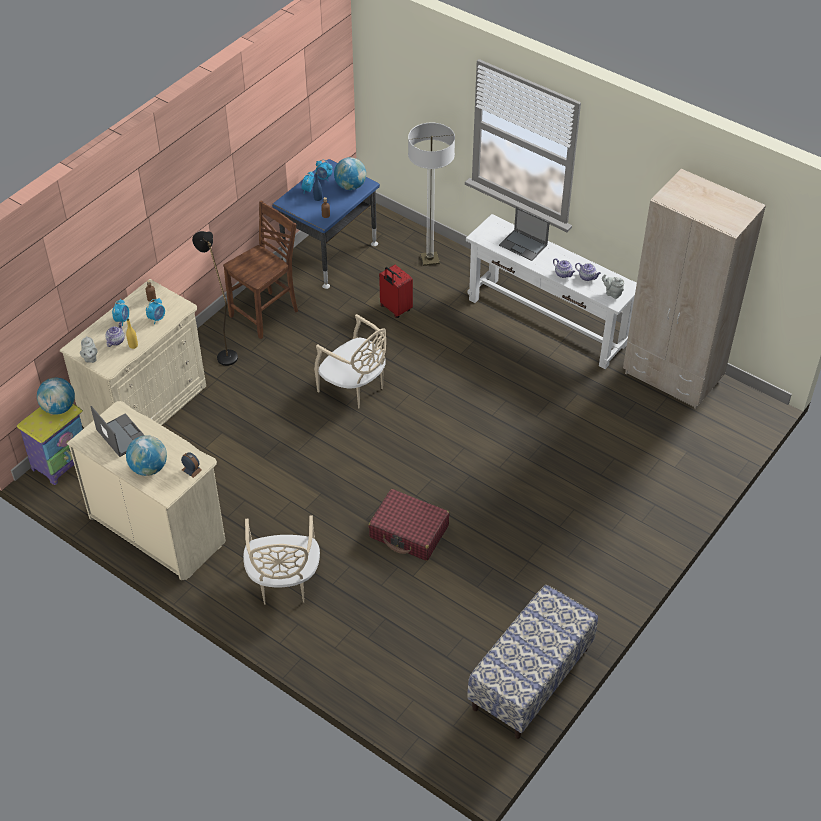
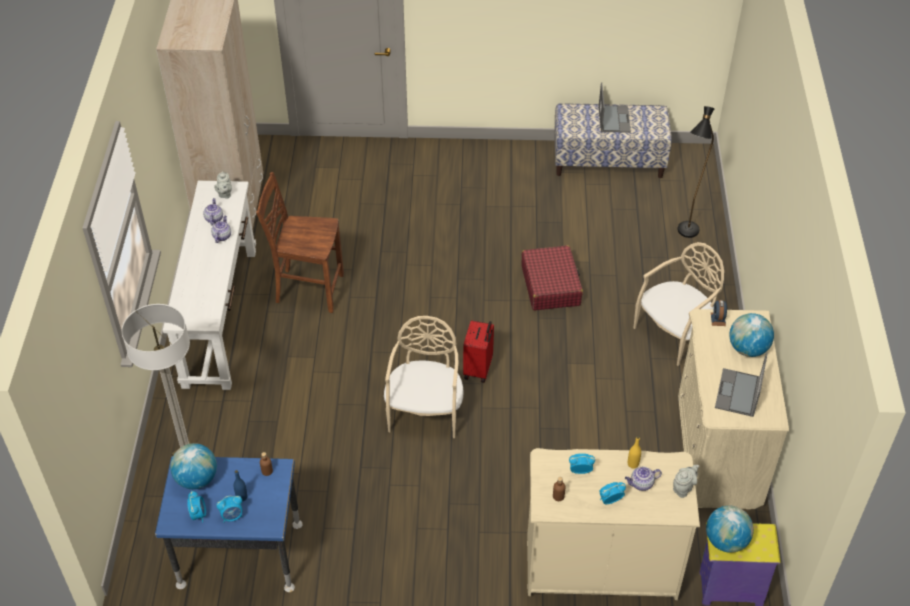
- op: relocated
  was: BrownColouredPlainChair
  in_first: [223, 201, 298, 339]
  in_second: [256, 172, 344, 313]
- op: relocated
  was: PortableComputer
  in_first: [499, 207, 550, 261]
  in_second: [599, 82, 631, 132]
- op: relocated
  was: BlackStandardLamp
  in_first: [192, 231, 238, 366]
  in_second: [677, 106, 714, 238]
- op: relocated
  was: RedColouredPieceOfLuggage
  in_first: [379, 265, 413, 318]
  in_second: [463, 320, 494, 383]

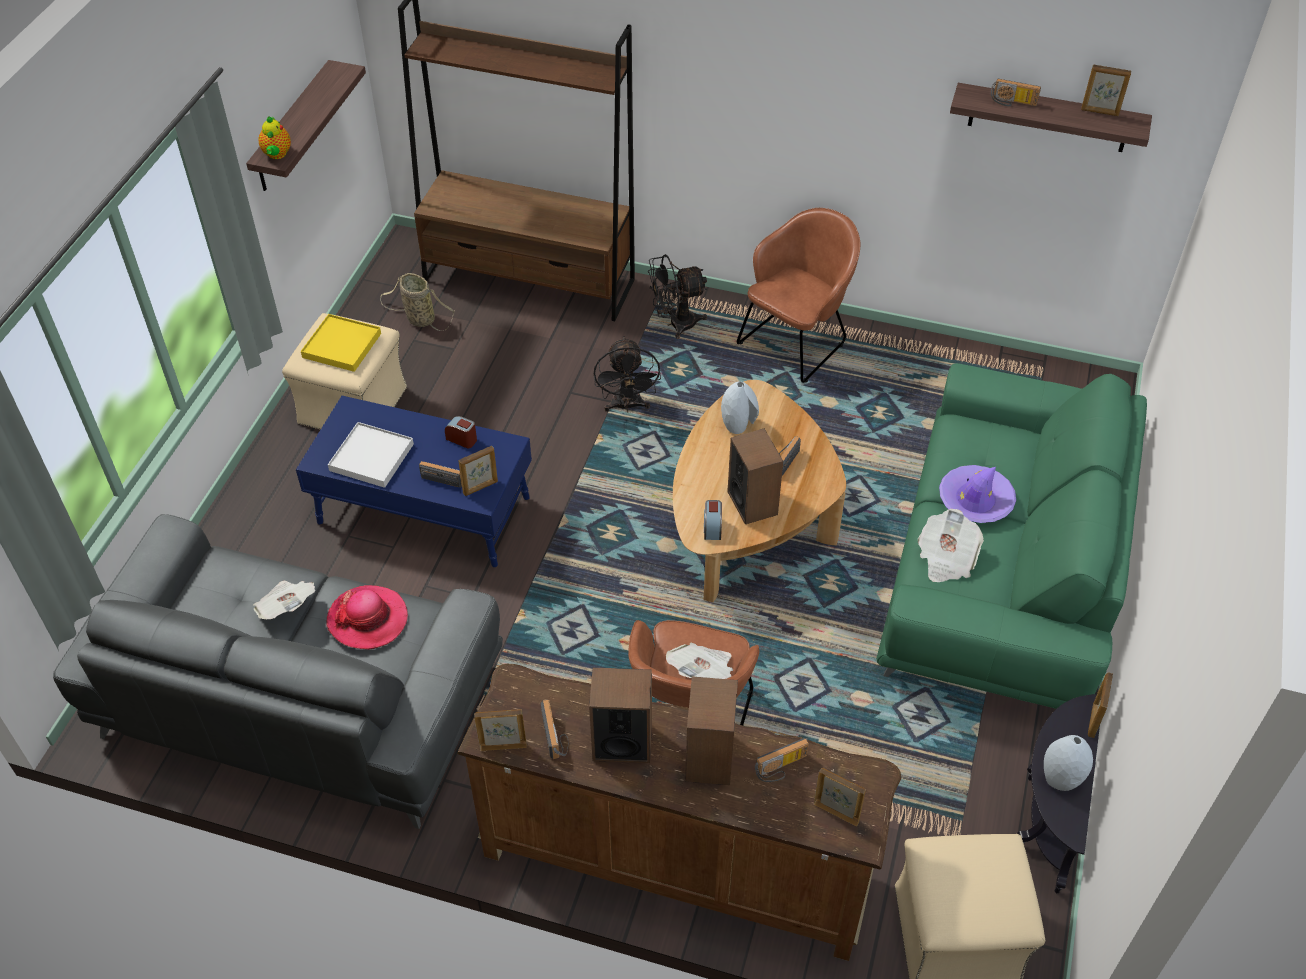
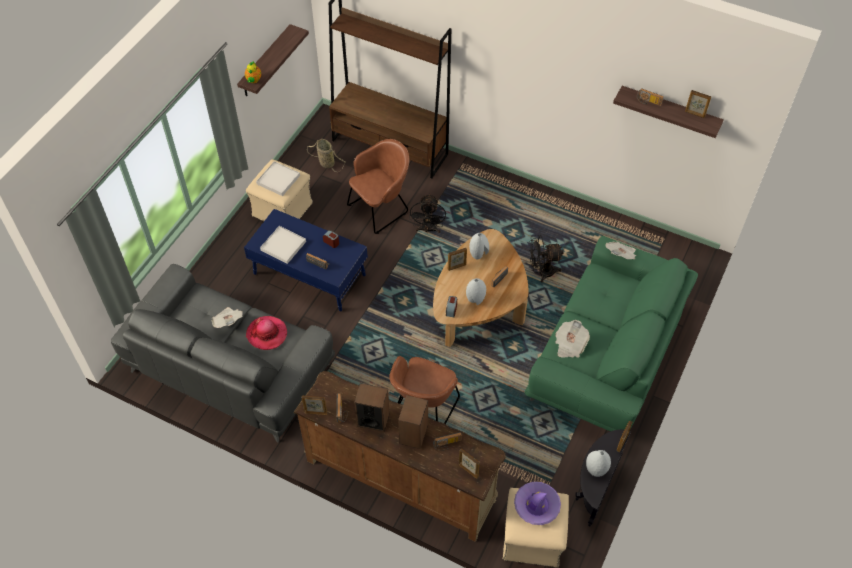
- op: relocated
  was: BrownColouredLoungeChair
  in_first: [737, 208, 861, 383]
  in_second: [347, 139, 410, 234]
- op: relocated
  was: BlackCoolingFan
  in_first: [648, 254, 707, 339]
  in_second: [529, 235, 564, 282]
- op: colour
  was: YellowishCarryingTray
  now: WhiteCarryingTray
  in_first: [301, 314, 381, 372]
  in_second: [256, 161, 300, 196]
- op: exchanged
  was: AudioSpeaker
  now: GreyishDecorativeVase
  in_first: [727, 429, 783, 524]
  in_second: [466, 278, 486, 305]
- op: relocated
  was: StandingFrame
  in_first: [458, 446, 498, 496]
  in_second: [448, 248, 467, 271]
- op: relocated
  was: PurplishWearableHat
  in_first: [939, 465, 1016, 523]
  in_second: [514, 482, 561, 525]
- op: relocated
  was: Newspaper
  in_first: [666, 643, 733, 679]
  in_second: [606, 241, 636, 259]

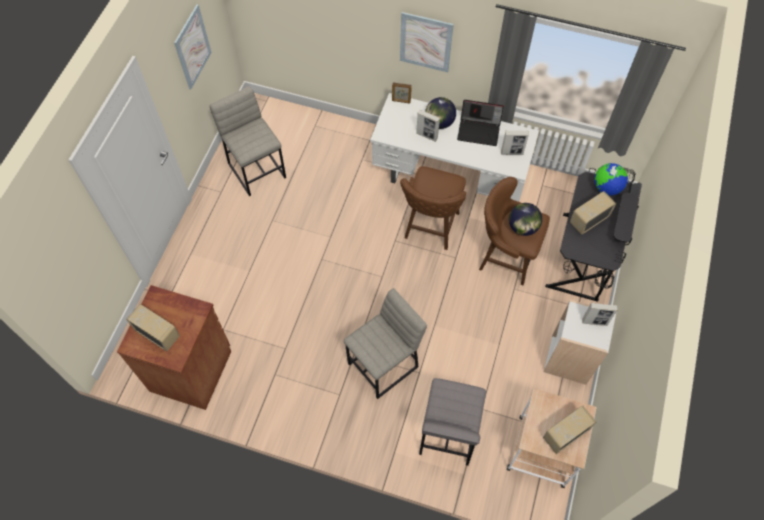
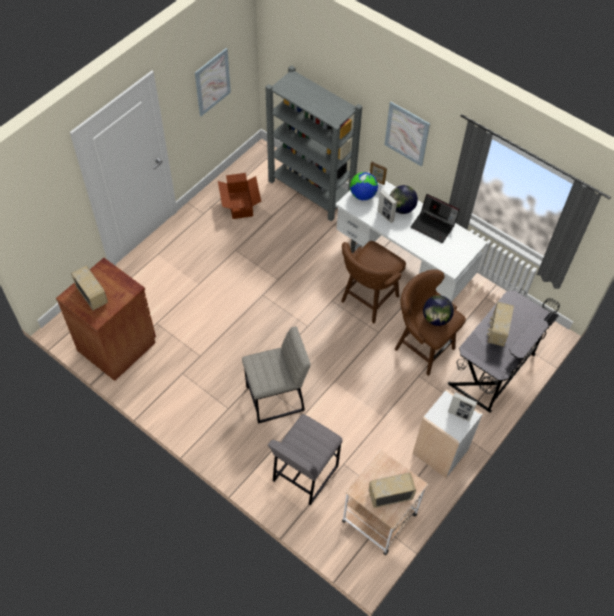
- op: exchanged
  was: GreyishPlainChair
  now: CardboardBox
  in_first: [209, 86, 286, 196]
  in_second: [218, 173, 261, 219]
- op: missing
  was: StandingFrame
  in_first: [501, 131, 529, 155]
- op: relocated
  was: DeskGlobe
  in_first: [594, 163, 628, 196]
  in_second: [350, 172, 378, 200]
- op: spun
  was: RadioReceiver
  in_first: [570, 191, 616, 235]
  in_second: [487, 302, 514, 347]
  clockwise: -60
- op: appeared
  now: GreyishShelvingUnit
  in_second: [265, 65, 362, 221]

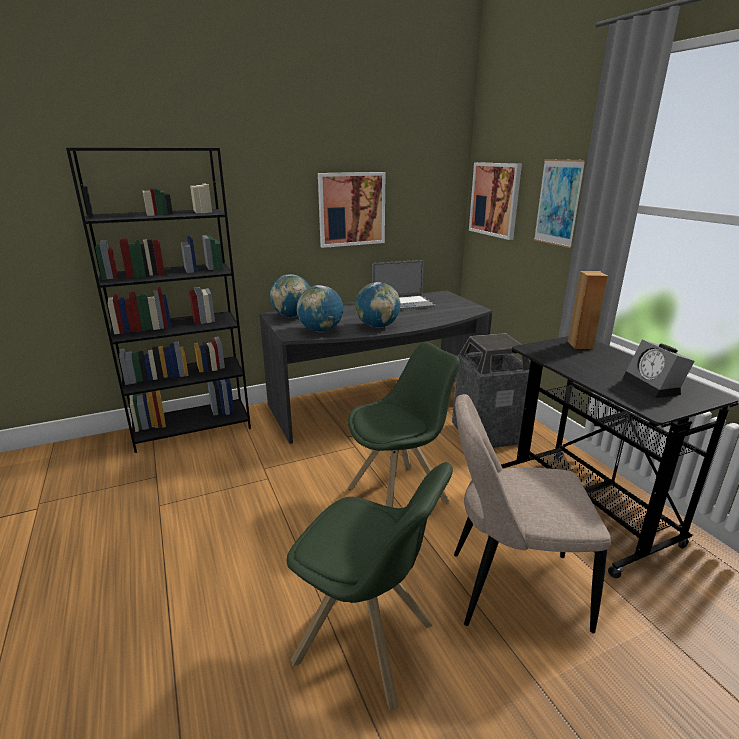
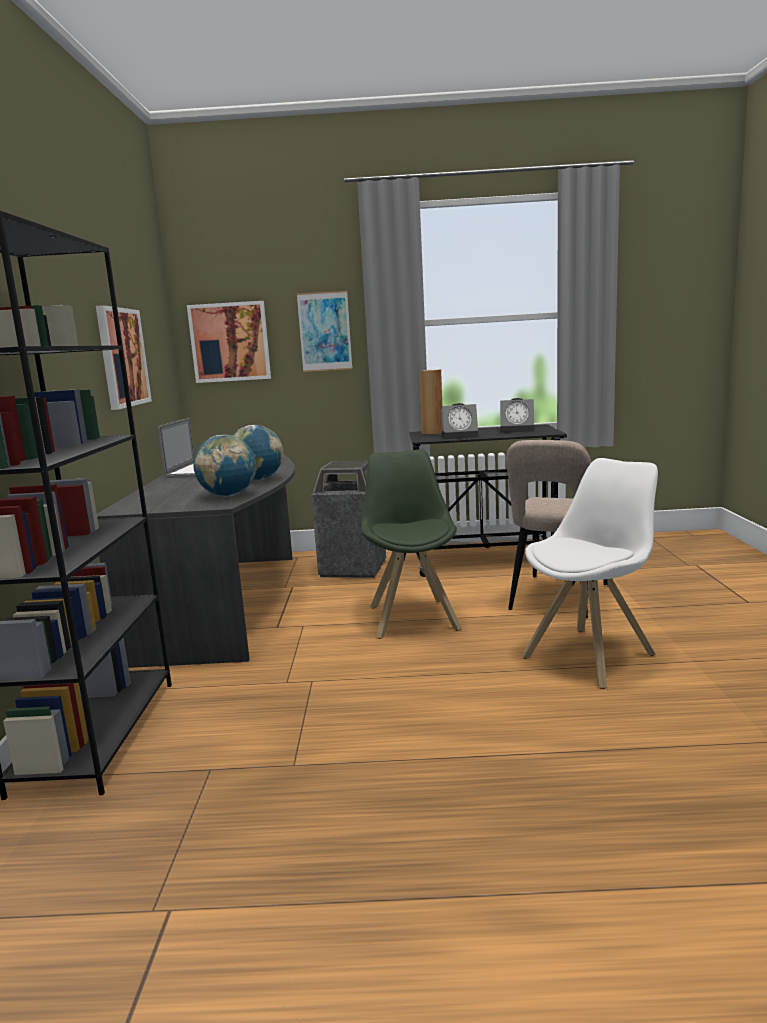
- op: missing
  was: DeskGlobe
  in_first: [270, 274, 310, 318]
- op: colour
  was: GreenColouredPlainChair
  now: WhitePlainChair
  in_first: [287, 462, 453, 711]
  in_second: [522, 458, 658, 689]
- op: appeared
  now: AlarmClock
  in_second: [441, 403, 478, 439]

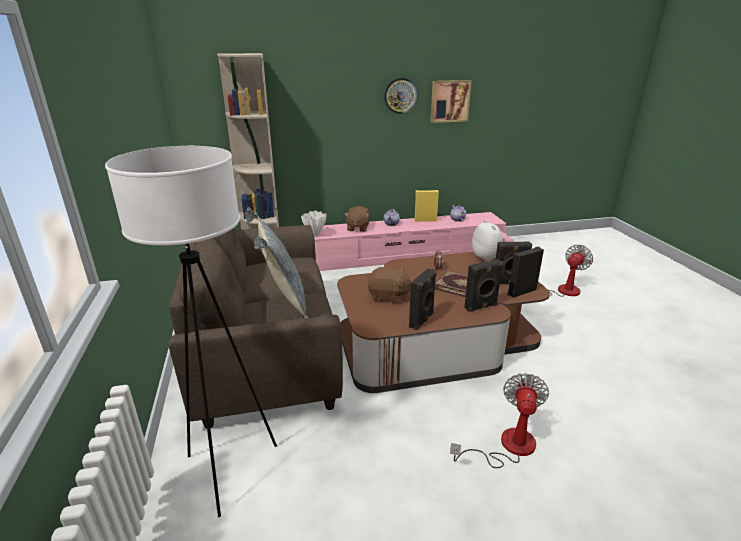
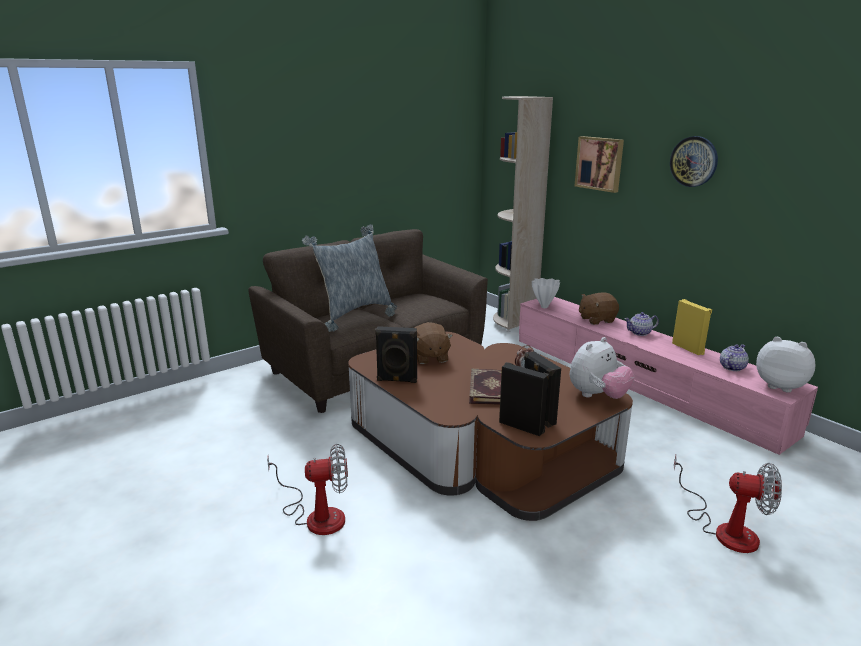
- op: relocated
  was: WallPicture
  in_first: [430, 80, 472, 123]
  in_second: [575, 136, 624, 193]
- op: missing
  was: WhiteStandardLamp
  in_first: [105, 146, 277, 517]
- op: missing
  was: BlackAudioSpeaker
  in_first: [464, 259, 503, 312]
- op: appeared
  now: SoftToy
  in_second: [756, 337, 816, 393]

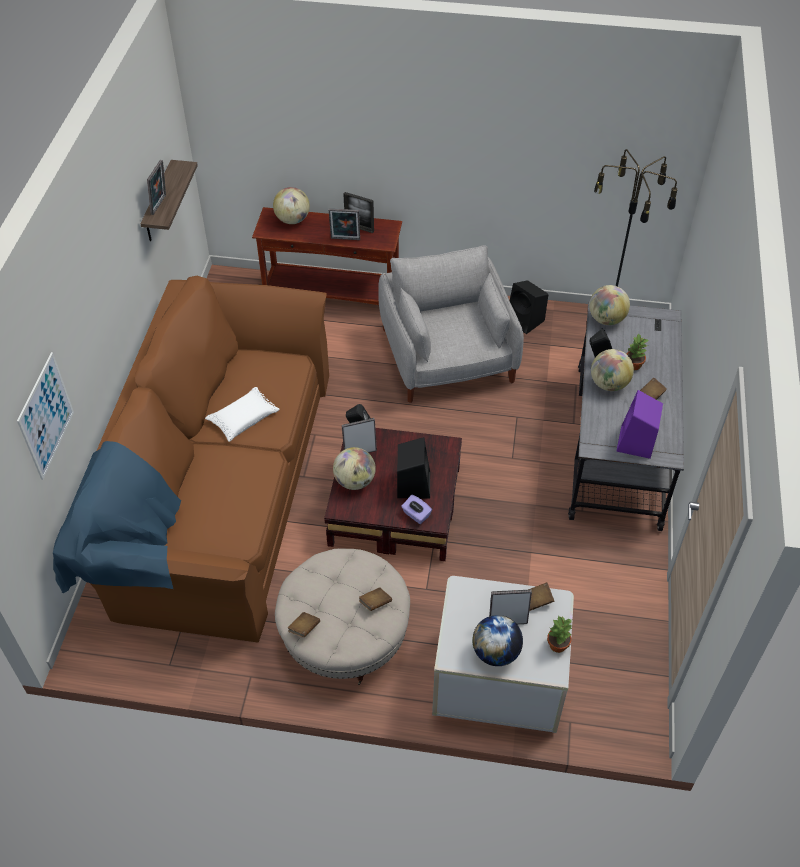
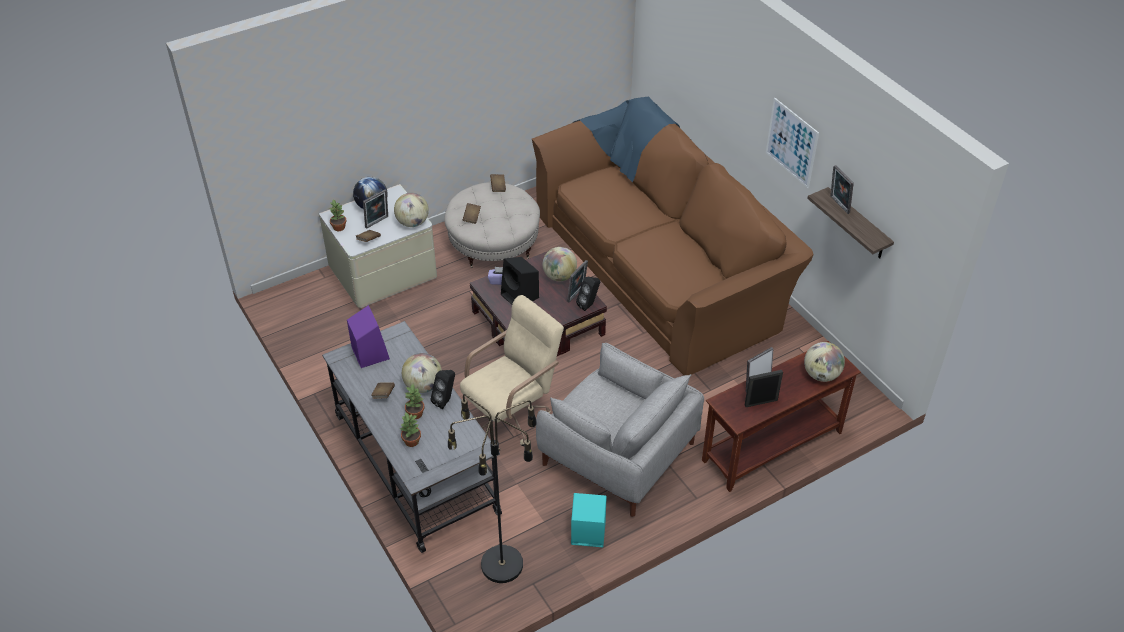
- op: colour
  was: BlackAudioSpeaker
  now: BlueGreenAudioSpeaker
  in_first: [510, 280, 548, 334]
  in_second: [571, 493, 607, 547]
- op: relocated
  was: DeskGlobe
  in_first: [589, 285, 630, 325]
  in_second: [394, 193, 429, 227]
- op: relocated
  was: WallPicture
  in_first: [17, 352, 74, 480]
  in_second: [766, 98, 819, 188]
- op: missing
  was: WhiteCushion
  in_first: [205, 387, 280, 442]
- op: appeared
  now: SandColouredOfficeChair
  in_second: [460, 295, 564, 446]
- op: appeared
  now: Houseplant
  in_second: [399, 412, 421, 447]

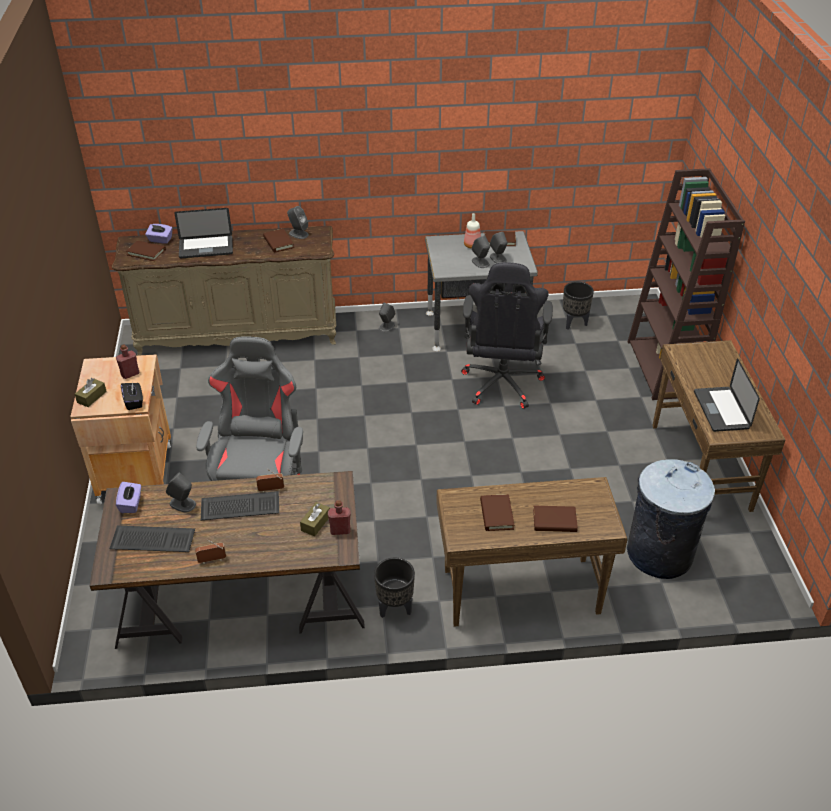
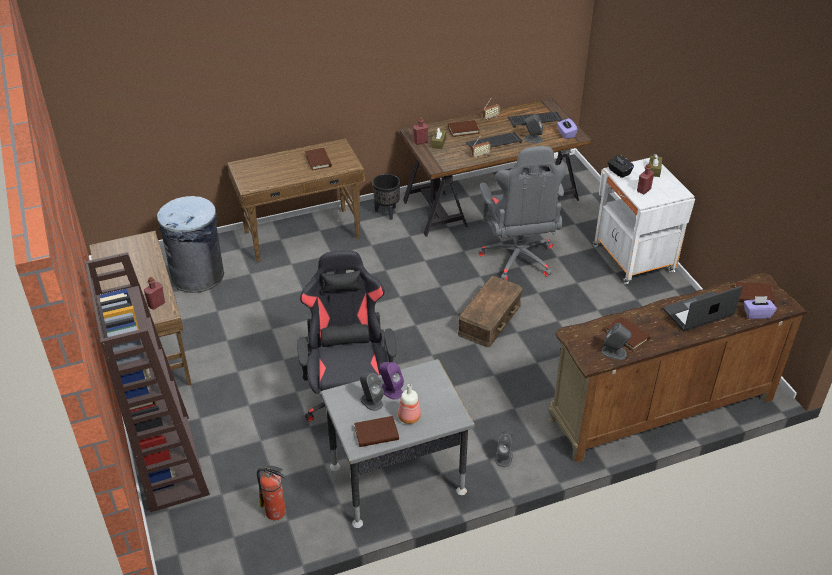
- op: colour
  was: GreyishAudioSpeaker
  now: PurplishAudioSpeaker
  in_first: [472, 236, 490, 268]
  in_second: [379, 362, 404, 400]
- op: exchanged
  was: BlackFlowerPot
  now: FireExtinguisher
  in_first: [563, 282, 594, 330]
  in_second: [257, 465, 286, 520]
- op: colour
  was: BrownColouredTrolley
  now: WhiteTrolley
  in_first: [70, 355, 172, 505]
  in_second: [593, 158, 695, 285]
- op: missing
  was: PortableComputer
  in_first: [694, 358, 760, 432]
- op: relocated
  was: BrownColouredVolume
  in_first: [533, 506, 578, 532]
  in_second: [448, 120, 480, 137]
- op: appeared
  now: BrownColouredStorageBin
  in_second: [458, 276, 522, 347]
- op: appeared
  now: RedColouredBeverageBottle
  in_second: [144, 277, 165, 310]

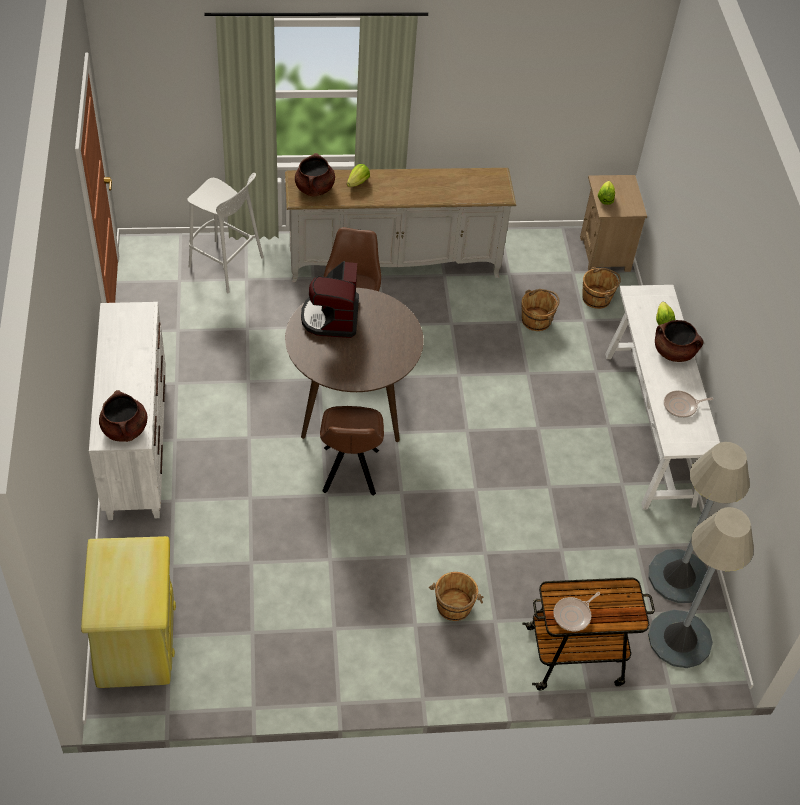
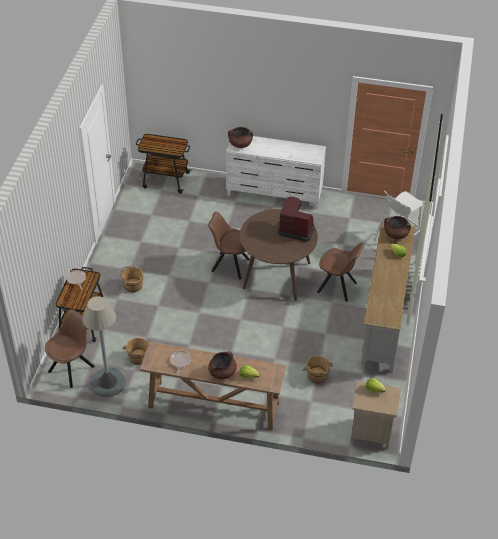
- op: relocated
  was: BrownColouredPail
  in_first: [582, 267, 621, 309]
  in_second: [123, 338, 149, 365]
- op: colour
  was: WhiteHallTable
  now: BrownColouredHallTable
  in_first: [605, 285, 720, 510]
  in_second: [140, 342, 286, 430]
- op: exchanged
  was: GreyishStandardLamp
  now: BrownColouredPlainChair
  in_first: [648, 507, 754, 668]
  in_second: [45, 309, 94, 388]
- op: exchanged
  was: YellowishNightTable
  now: Trolley
  in_first: [81, 536, 176, 688]
  in_second: [136, 134, 192, 194]

